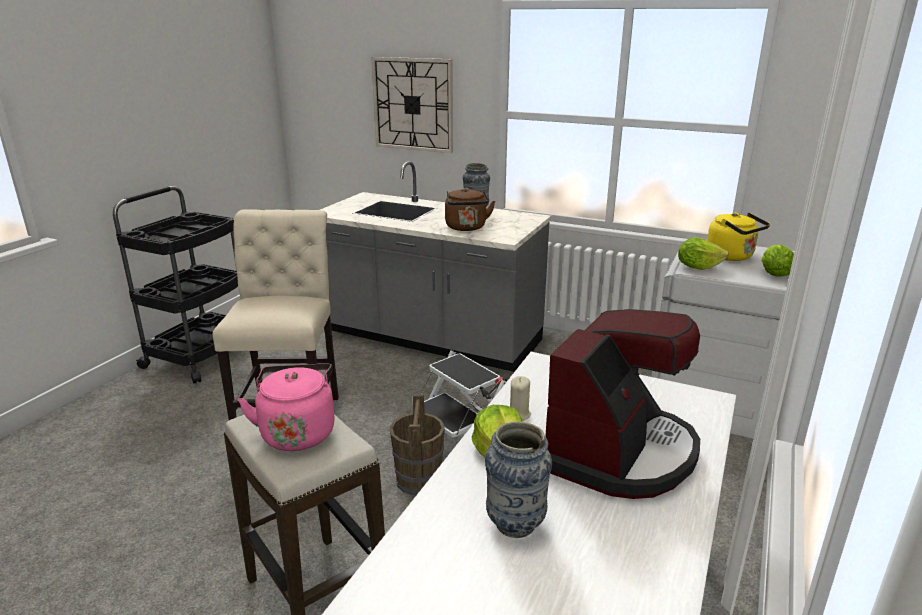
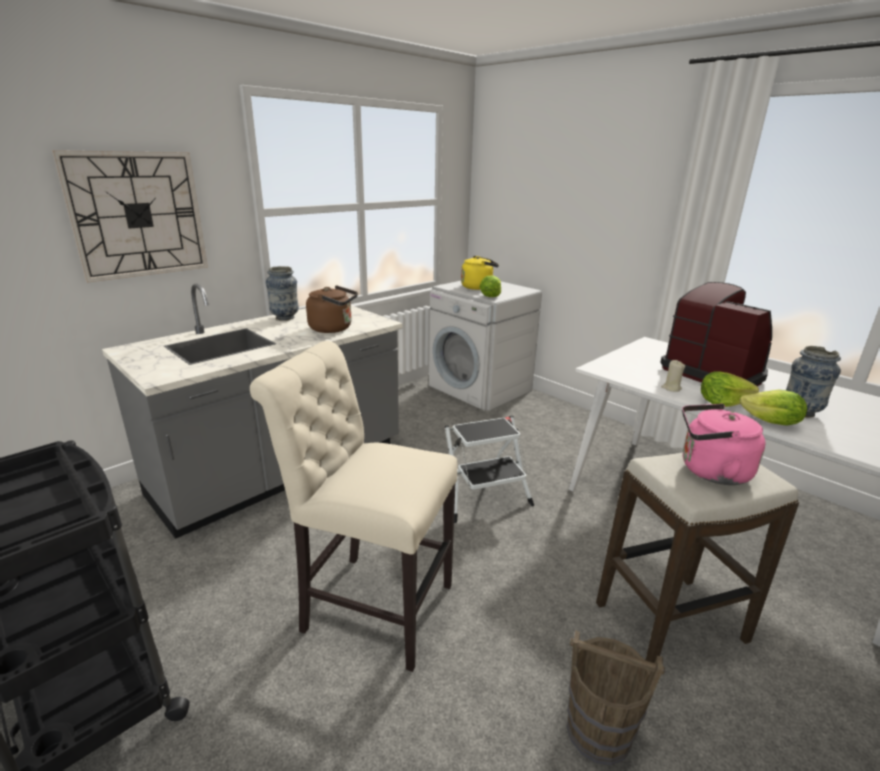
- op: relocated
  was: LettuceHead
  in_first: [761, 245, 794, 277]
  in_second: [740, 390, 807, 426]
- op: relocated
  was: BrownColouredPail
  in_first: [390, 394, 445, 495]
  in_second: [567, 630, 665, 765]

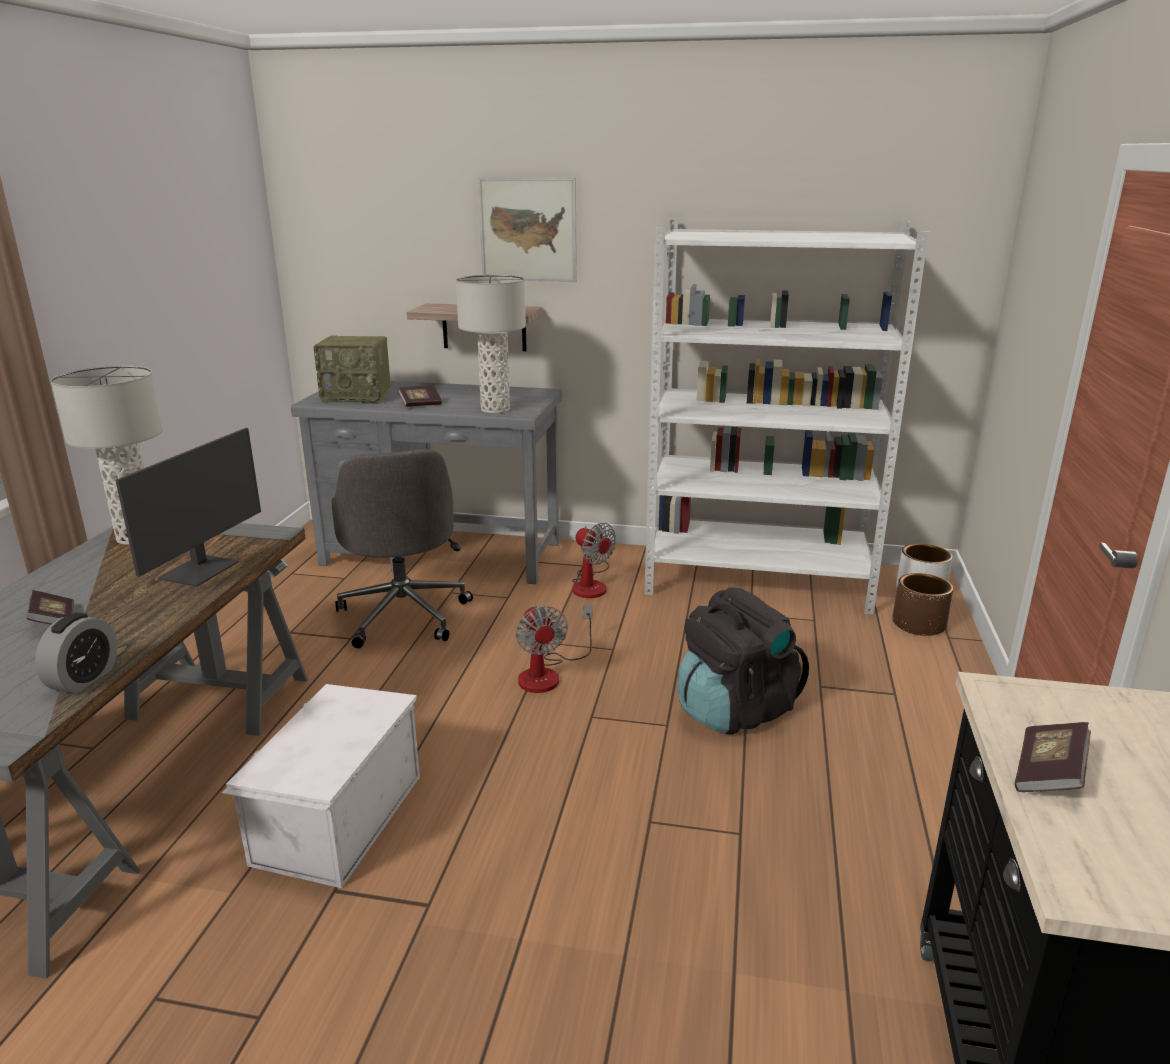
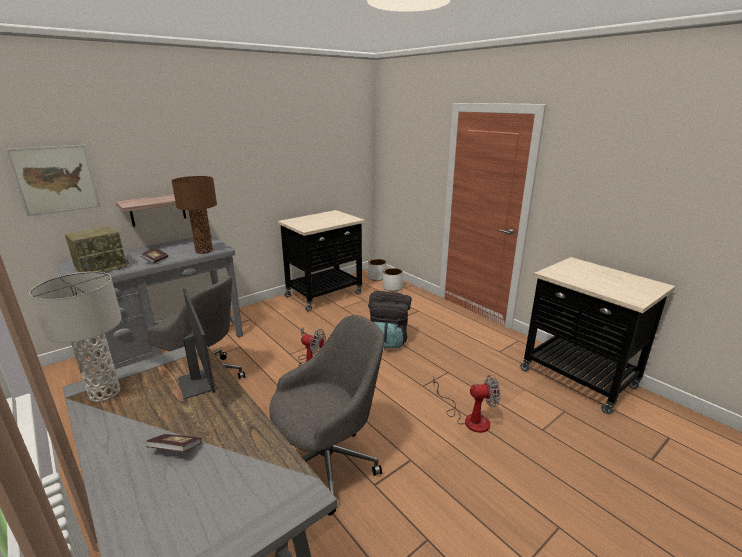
- op: relocated
  was: WallPicture
  in_first: [478, 177, 577, 282]
  in_second: [5, 145, 101, 216]
- op: exchanged
  was: WhiteShelvingUnit
  now: BlackTrolley
  in_first: [644, 218, 929, 615]
  in_second: [278, 210, 365, 311]
- op: colour
  was: WhiteTabletopLamp
  now: BrownColouredTabletopLamp
  in_first: [456, 275, 526, 413]
  in_second: [172, 176, 217, 254]
- op: relocated
  was: CoolingFan
  in_first: [572, 523, 616, 598]
  in_second: [433, 375, 500, 433]
- op: colour
  was: BrownColouredFlowerPot
  now: WhiteFlowerPot
  in_first: [892, 573, 953, 636]
  in_second: [383, 268, 403, 291]
- op: missing
  was: AlarmClock
  in_first: [35, 613, 118, 694]
- op: exchanged
  was: WhiteStorageBin
  now: GreyishOfficeChair
  in_first: [222, 684, 420, 888]
  in_second: [269, 315, 384, 516]
- op: missing
  was: Volume
  in_first: [1015, 722, 1091, 792]

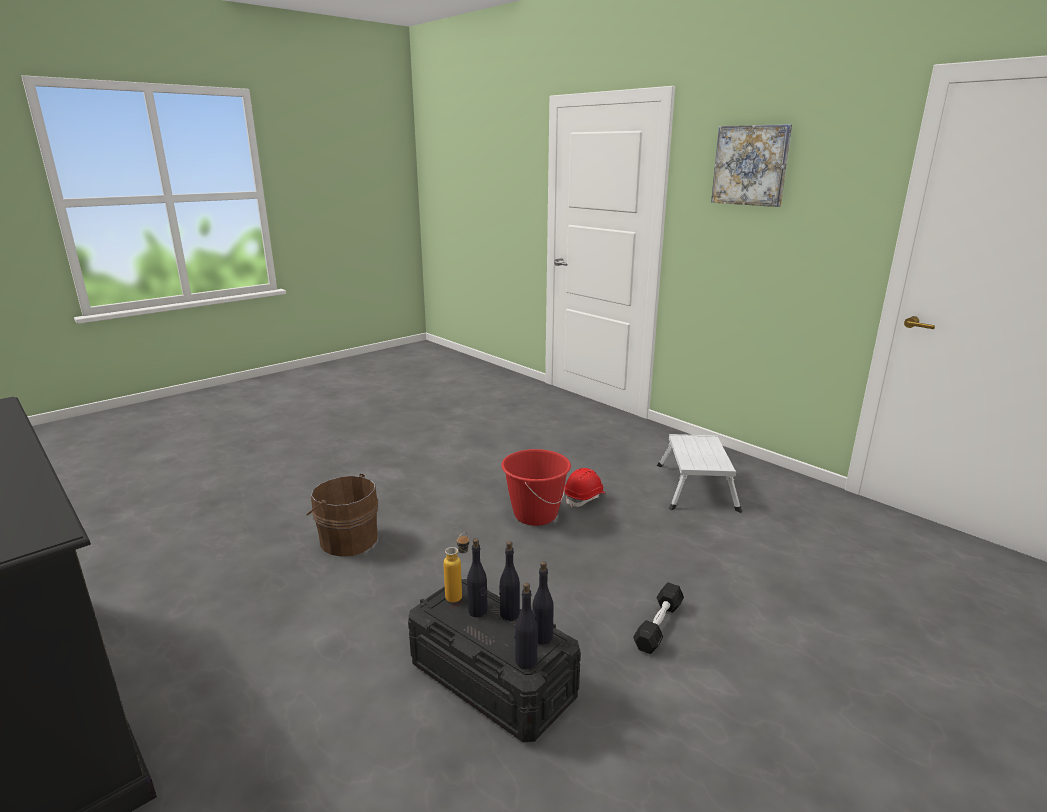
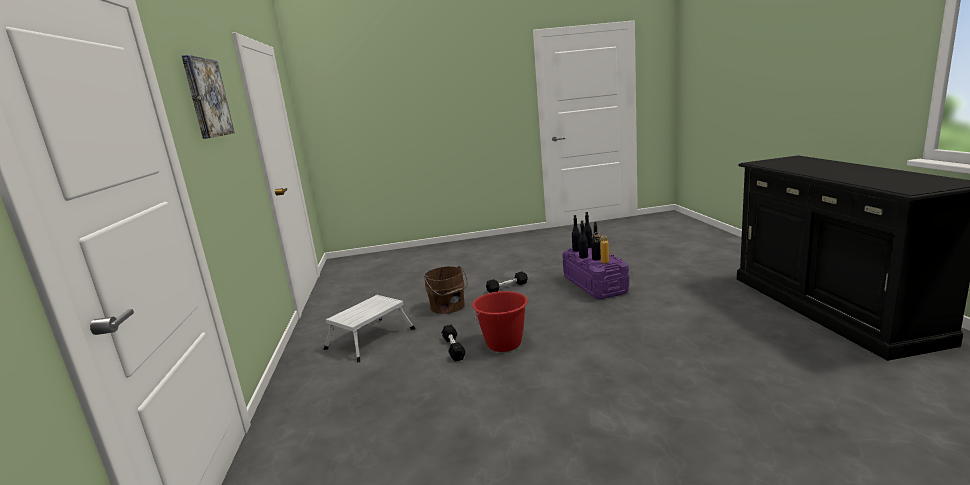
- op: exchanged
  was: RedColouredWorkHelmet
  now: BlackFreeWeight
  in_first: [564, 468, 606, 508]
  in_second: [442, 325, 466, 361]
- op: relocated
  was: BrownColouredPail
  in_first: [306, 473, 378, 557]
  in_second: [424, 266, 468, 314]
- op: colour
  was: BlackStorageBin
  now: PurplishStorageBin
  in_first: [408, 579, 581, 742]
  in_second: [562, 248, 629, 299]

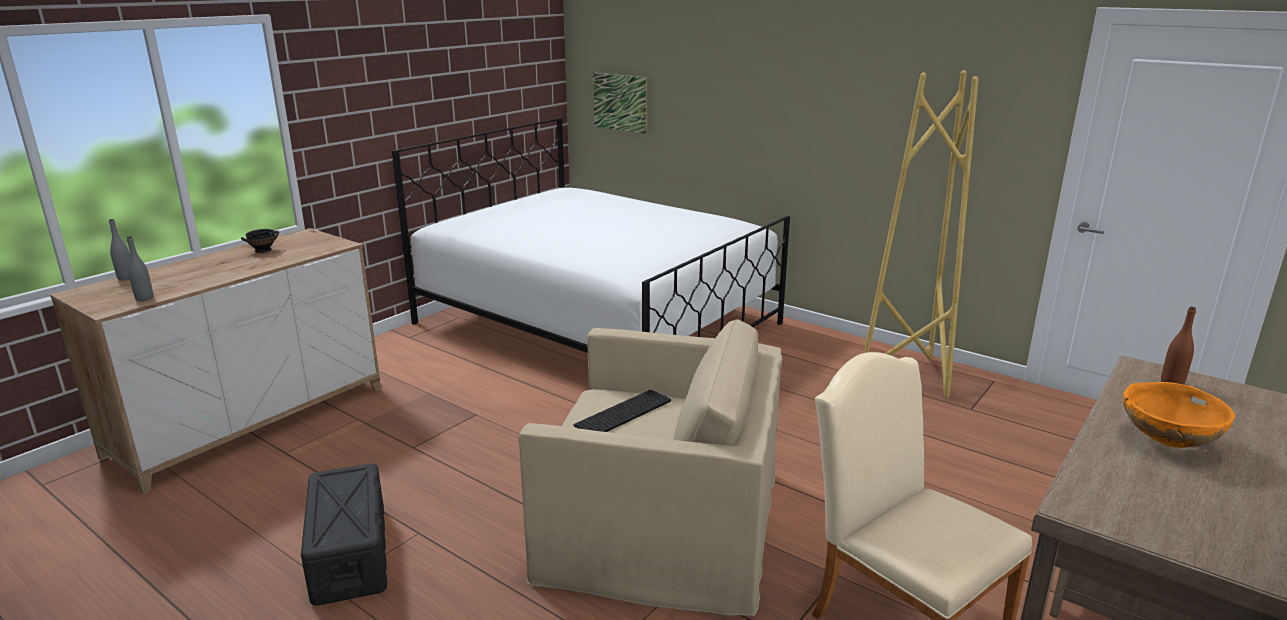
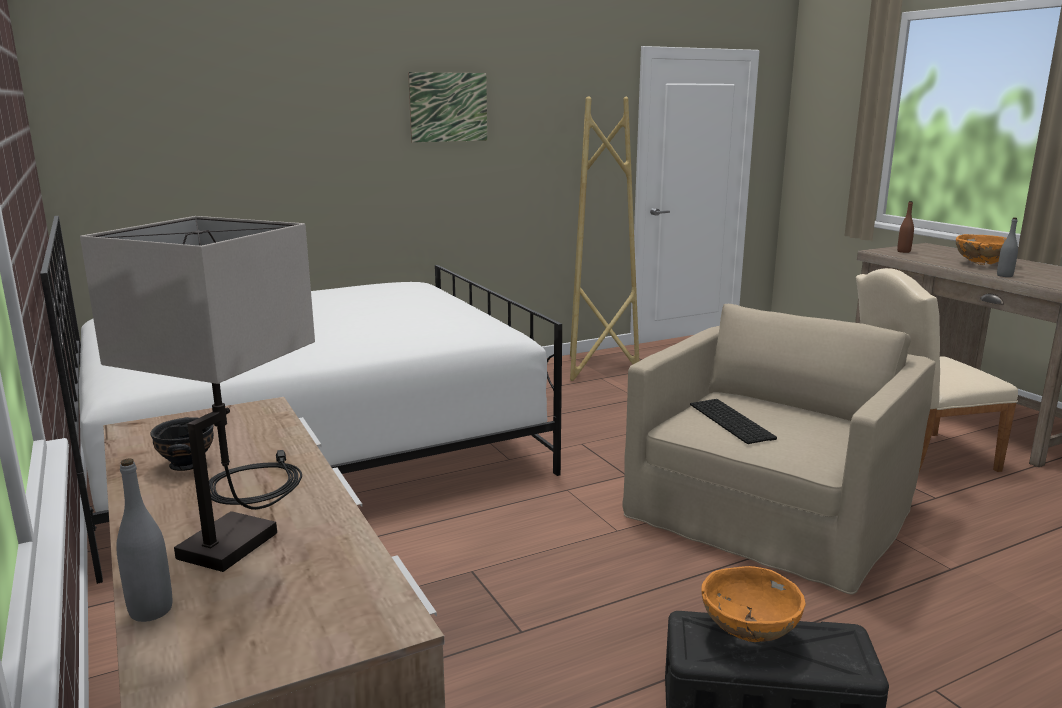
- op: relocated
  was: WallPicture
  in_first: [593, 73, 647, 134]
  in_second: [408, 72, 487, 143]
- op: relocated
  was: GreyishBeverageBottle
  in_first: [127, 236, 153, 301]
  in_second: [997, 218, 1018, 277]
- op: appeared
  now: TabletopLamp
  in_second: [80, 216, 315, 572]
- op: appeared
  now: OrangeServingBowl
  in_second: [701, 566, 806, 642]

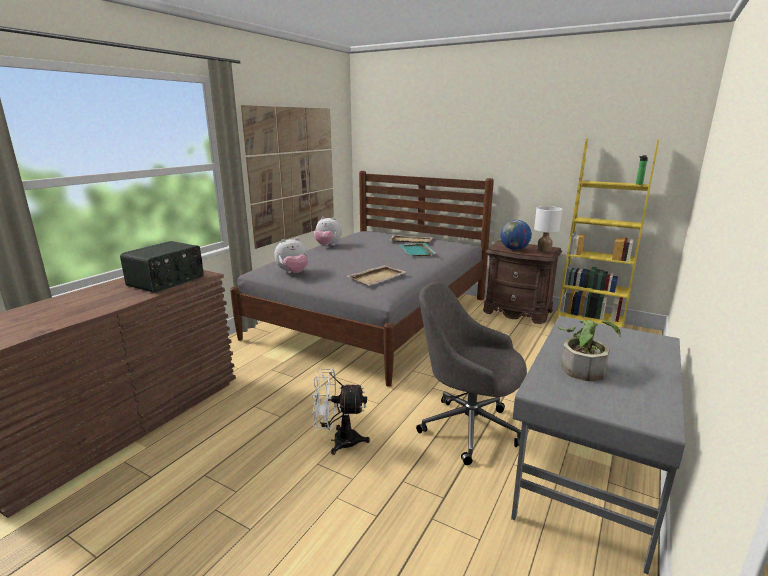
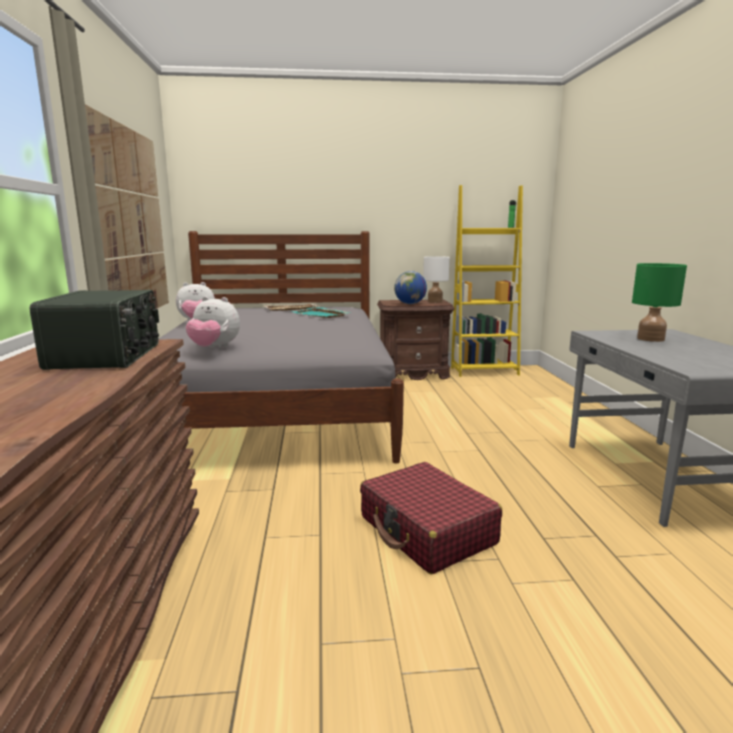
- op: spun
  was: SoftToy
  in_first: [274, 238, 308, 273]
  in_second: [186, 296, 240, 348]
  clockwise: 75
- op: missing
  was: SandColouredCarryingTray
  in_first: [347, 265, 406, 286]
- op: missing
  was: GreyishOfficeChair
  in_first: [416, 282, 527, 465]
- op: missing
  was: Houseplant
  in_first: [558, 320, 621, 381]
- op: exchanged
  was: WhiteCoolingFan
  now: RedColouredPieceOfLuggage
  in_first: [312, 368, 370, 455]
  in_second: [360, 462, 502, 574]
- op: appeared
  now: GreenColouredTabletopLamp
  in_second: [632, 263, 687, 342]

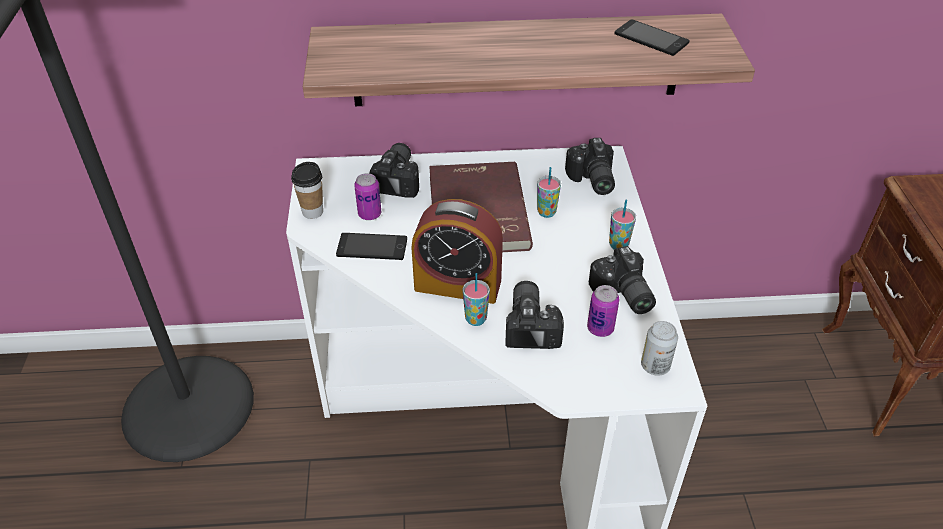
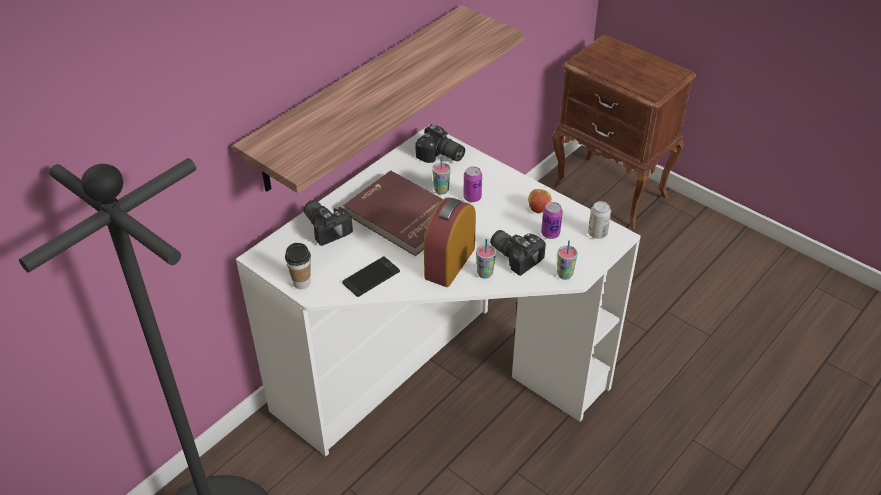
- op: missing
  was: Phone
  in_first: [614, 19, 690, 56]
- op: relocated
  was: SealedCan
  in_first: [354, 173, 381, 220]
  in_second: [463, 166, 482, 202]
- op: spun
  was: AlarmClock
  in_first: [412, 199, 503, 304]
  in_second: [424, 198, 476, 287]
  clockwise: 150
- op: relocated
  was: DrinkingCup
  in_first: [609, 199, 636, 249]
  in_second: [557, 240, 578, 280]
- op: exchanged
  was: PhotoCamera
  now: WholeApple
  in_first: [589, 246, 656, 314]
  in_second: [528, 186, 552, 213]

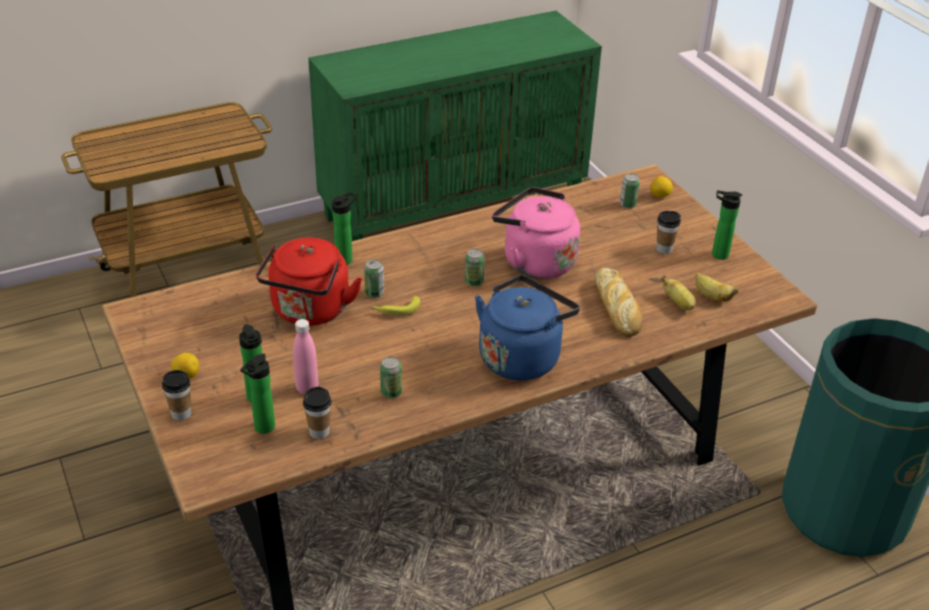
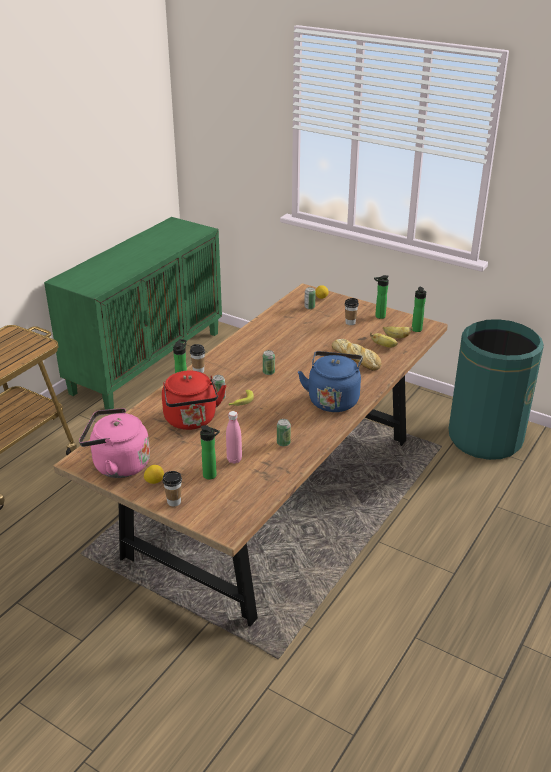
- op: relocated
  was: PinkColouredWaterKettle
  in_first: [492, 187, 580, 279]
  in_second: [79, 408, 150, 478]
- op: relocated
  was: BeverageBottle
  in_first: [240, 353, 275, 434]
  in_second: [412, 287, 426, 332]
- op: relocated
  was: DrinkingCup
  in_first: [303, 387, 332, 439]
  in_second: [190, 344, 205, 373]

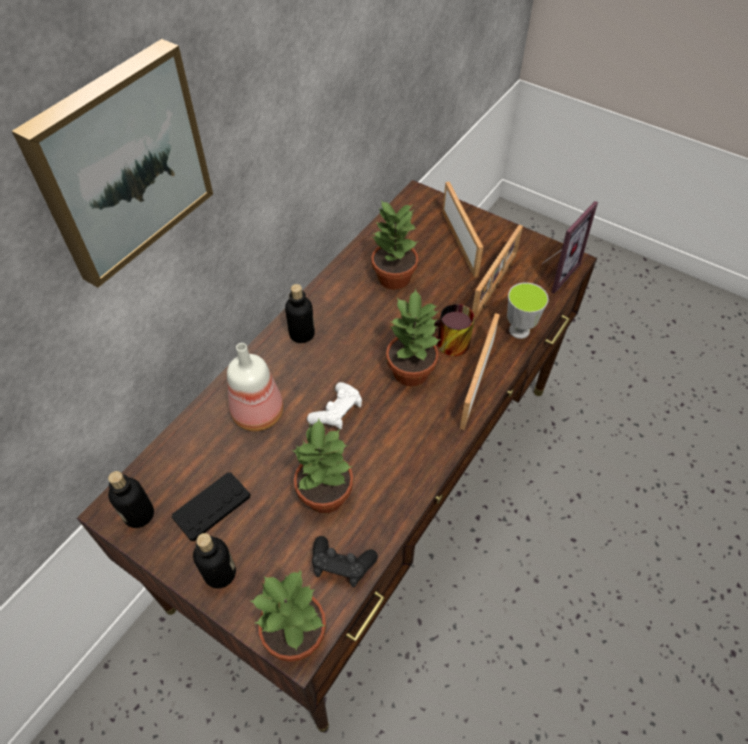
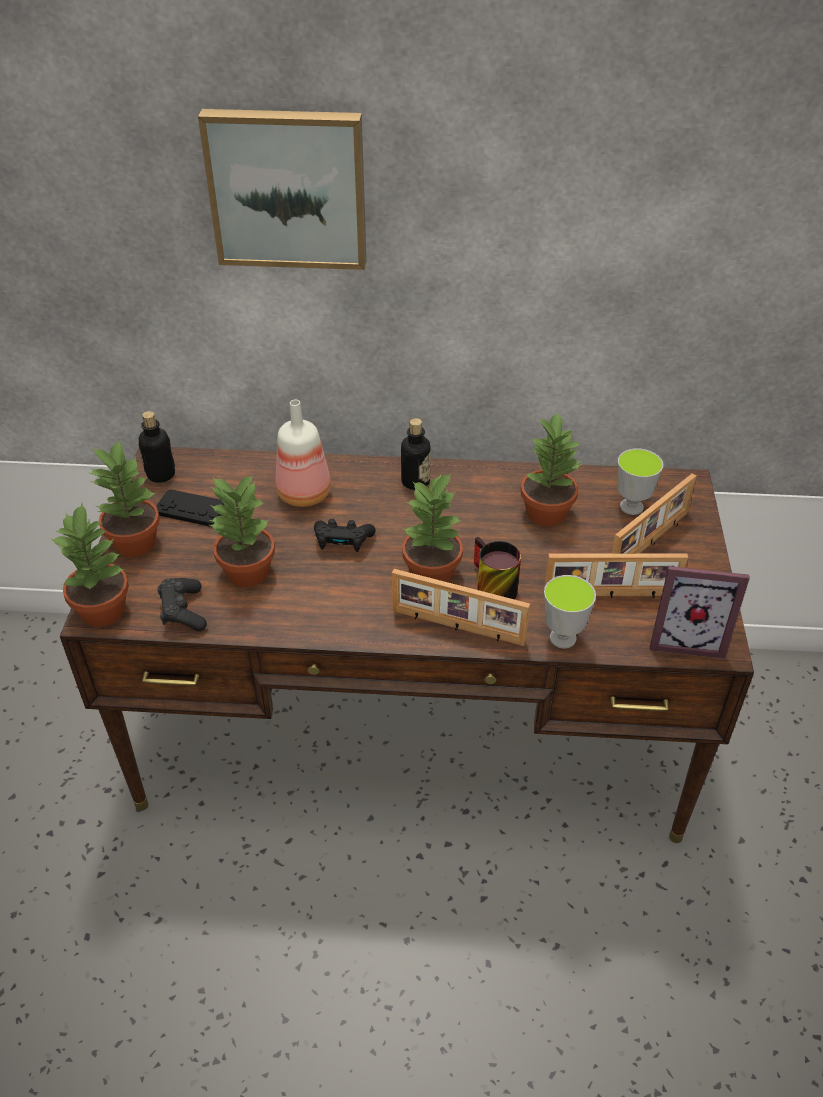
- op: spun
  was: StandingFrame
  in_first: [460, 313, 500, 430]
  in_second: [392, 569, 530, 646]
  clockwise: -150
- op: colour
  was: WhiteGamepad
  now: BlackGamepad
  in_first: [307, 382, 362, 429]
  in_second: [314, 519, 376, 552]
- op: exchanged
  was: BeverageBottle
  now: Houseplant
  in_first: [193, 533, 236, 589]
  in_second: [90, 440, 160, 557]
- op: appeared
  now: DrinkingCup
  in_second: [617, 448, 663, 515]

